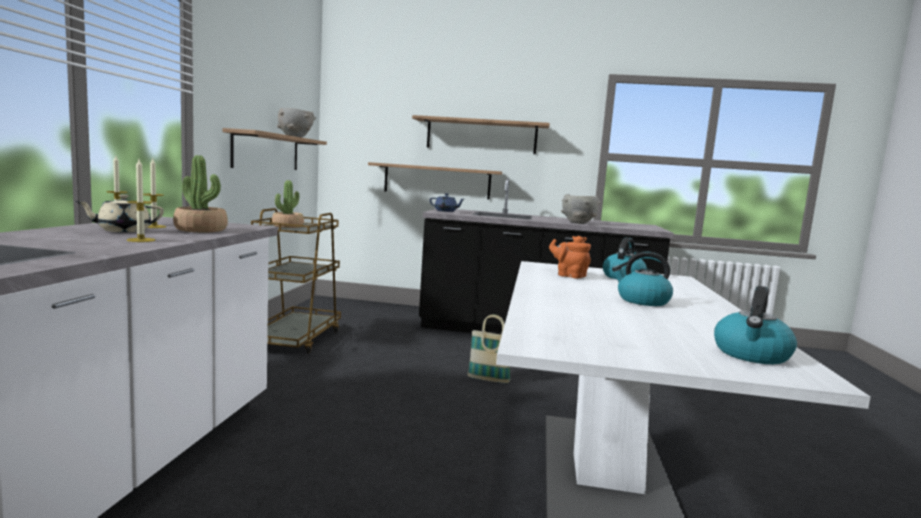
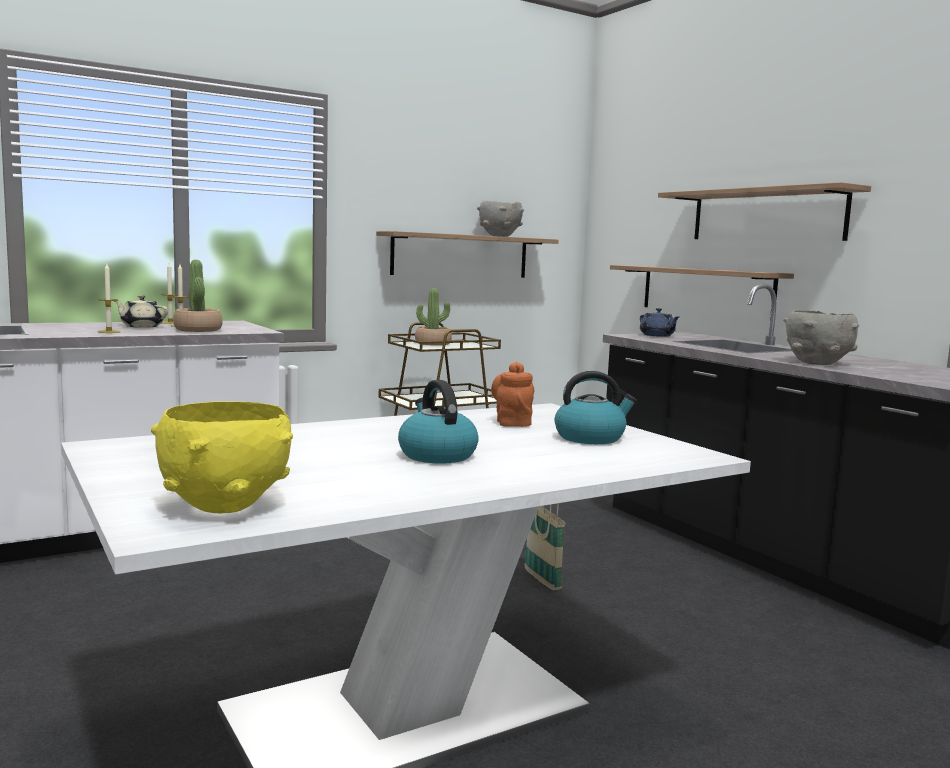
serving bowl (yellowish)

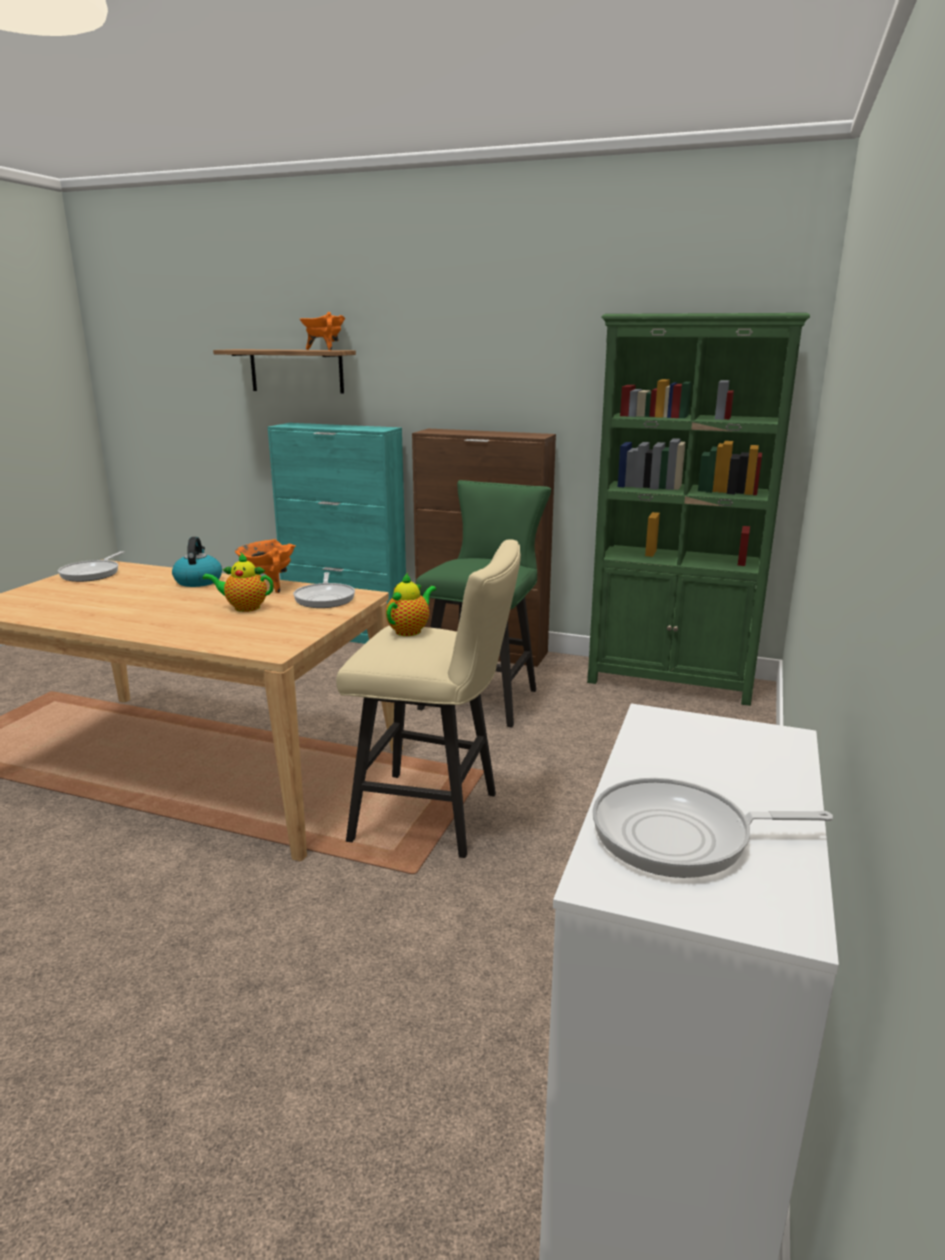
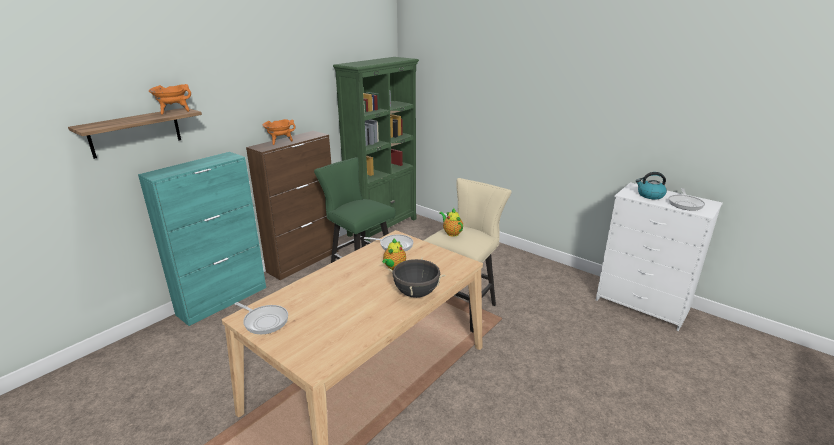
tea kettle; saucepot (orange) (2nd from left); saucepot (black-coloured)

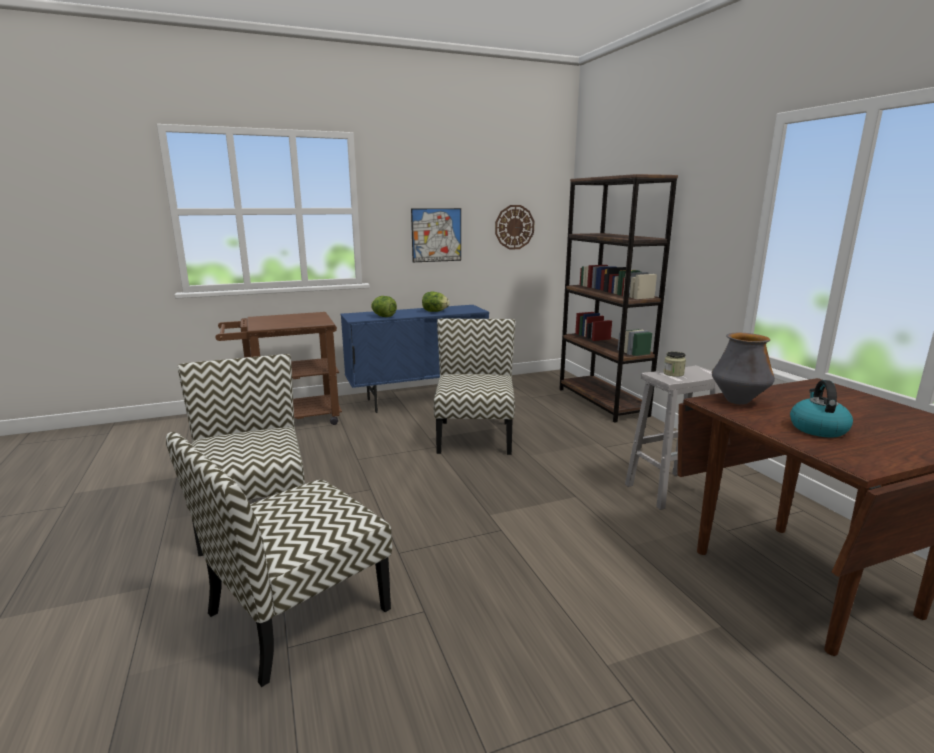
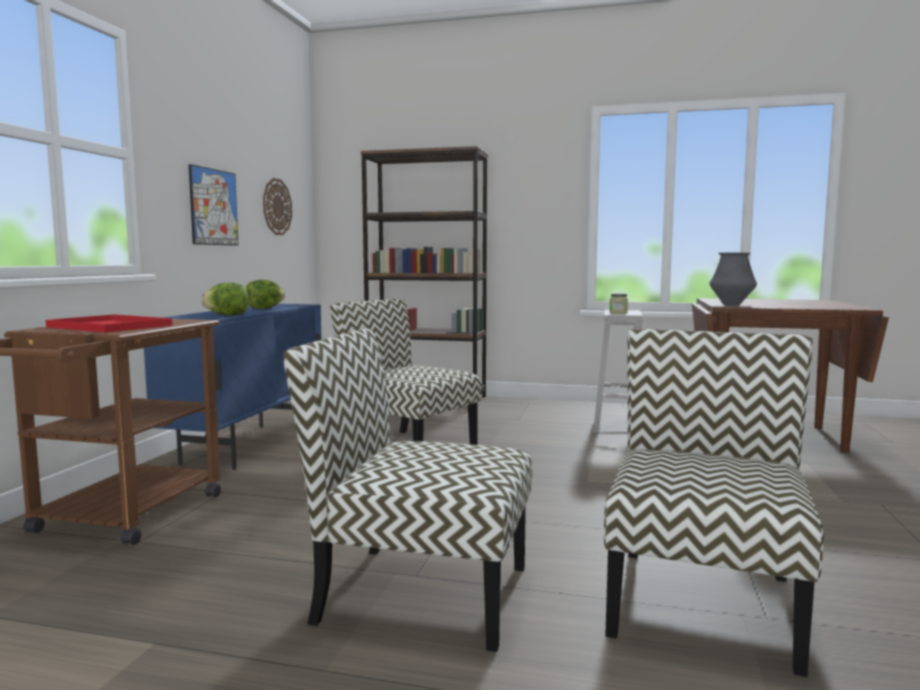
tea kettle; chair (3rd from left); tray (red)

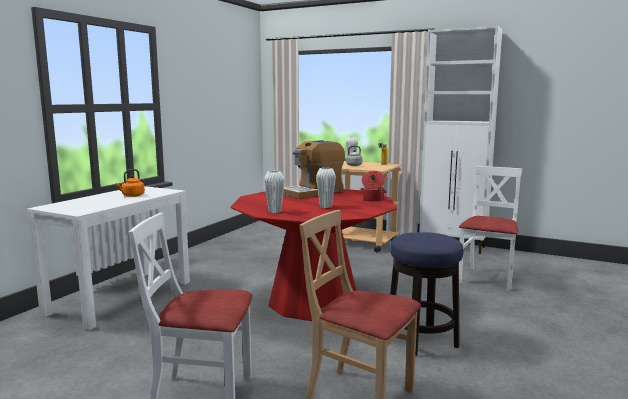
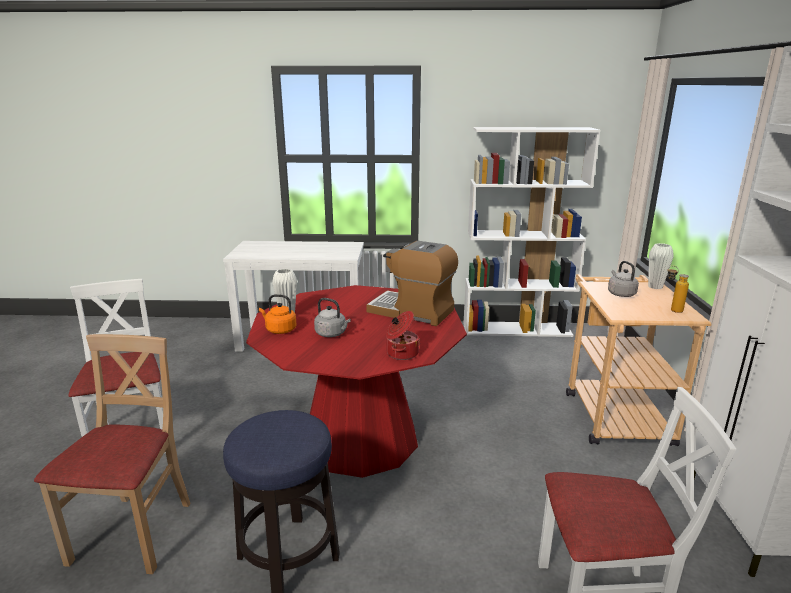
tea kettle (grey) (1st from left); tea kettle (orange); bookshelf (whitish)

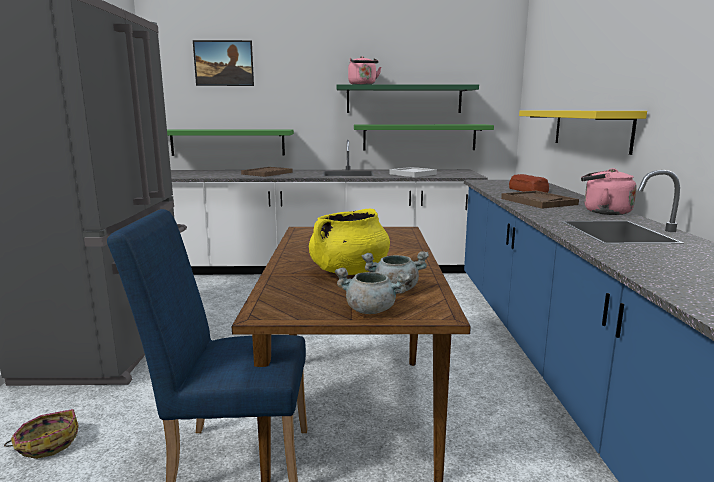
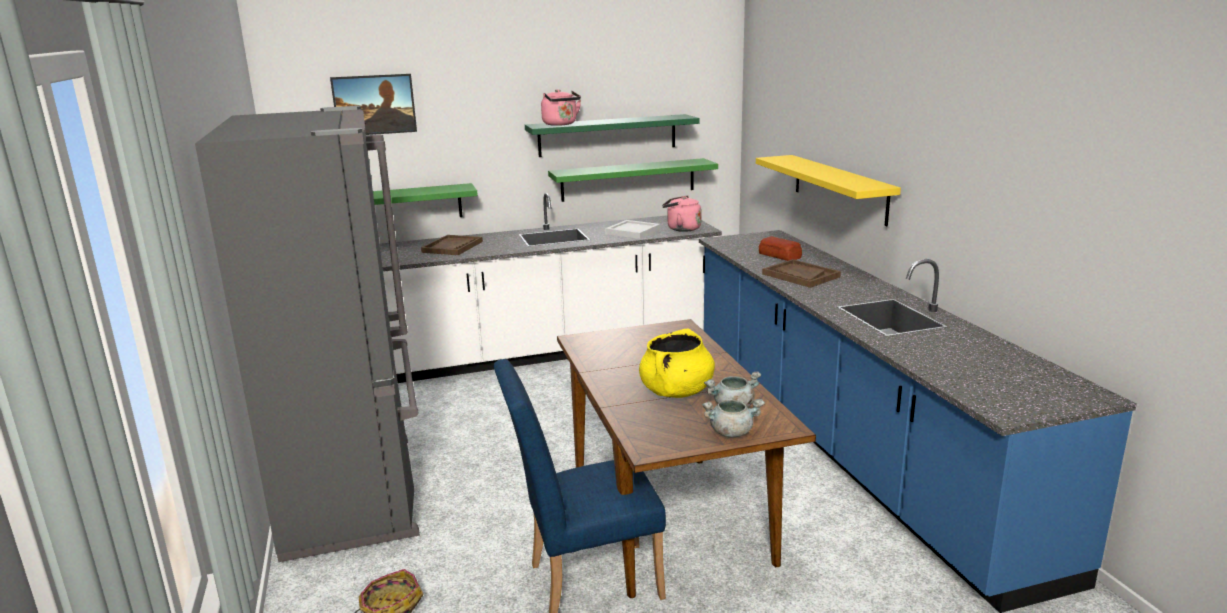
tea kettle (pinkish) (2nd from left)

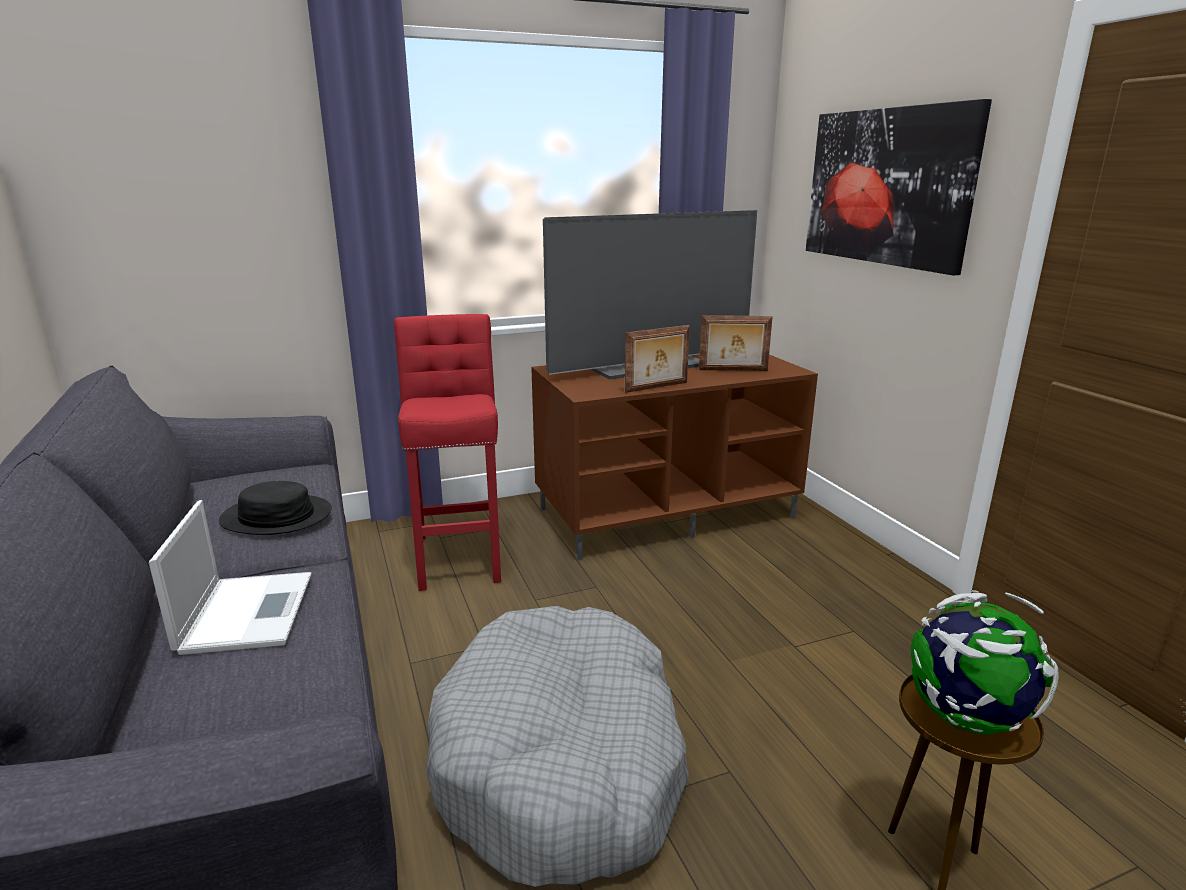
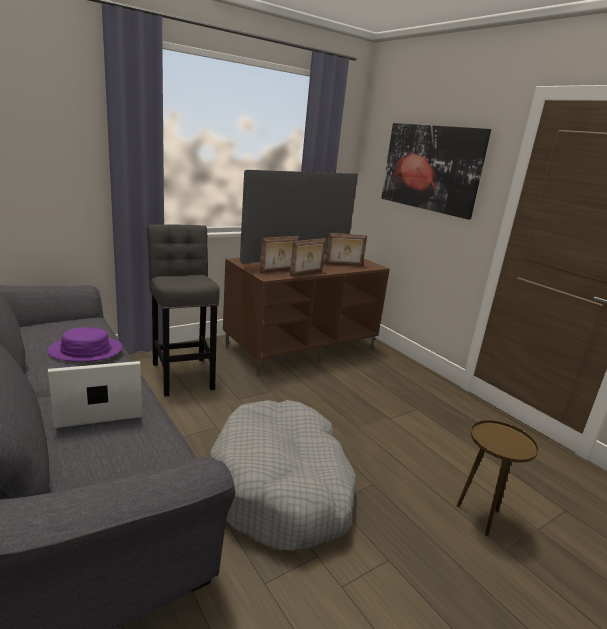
stool seat (grey); hat (purplish); portable computer; desk globe; picture frame (1st from left)

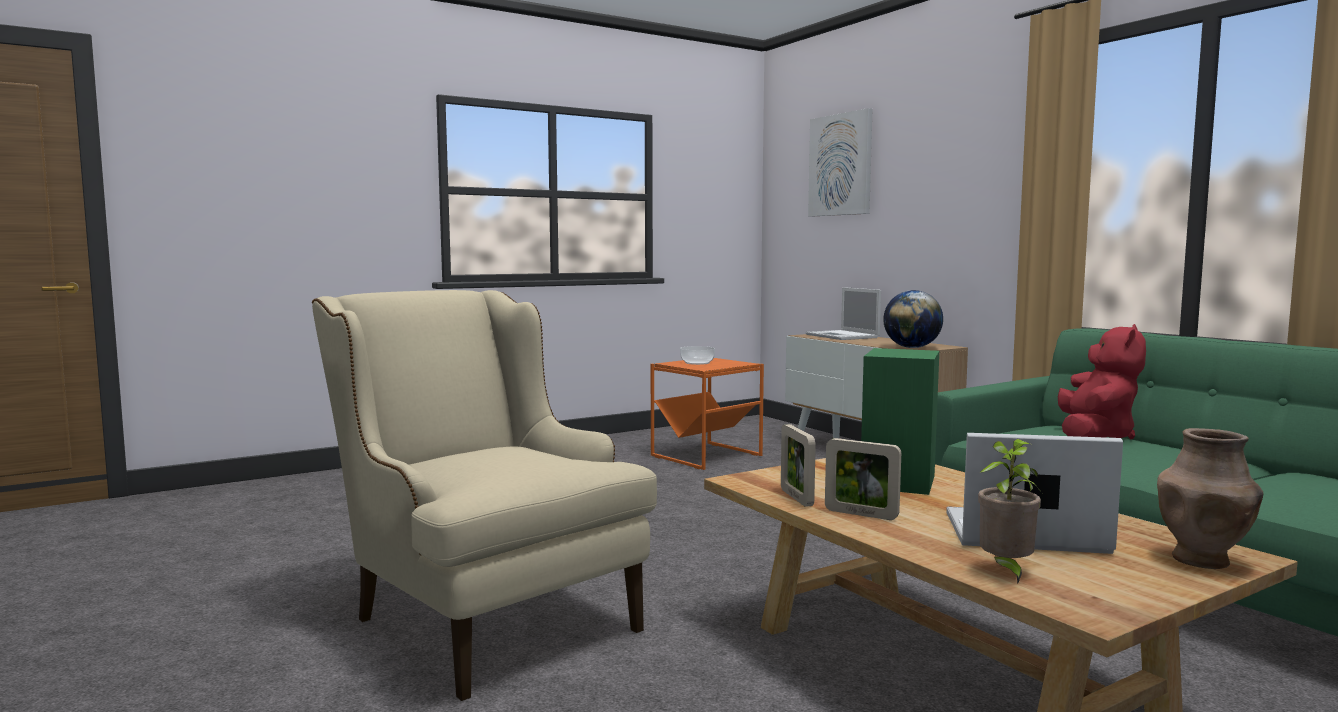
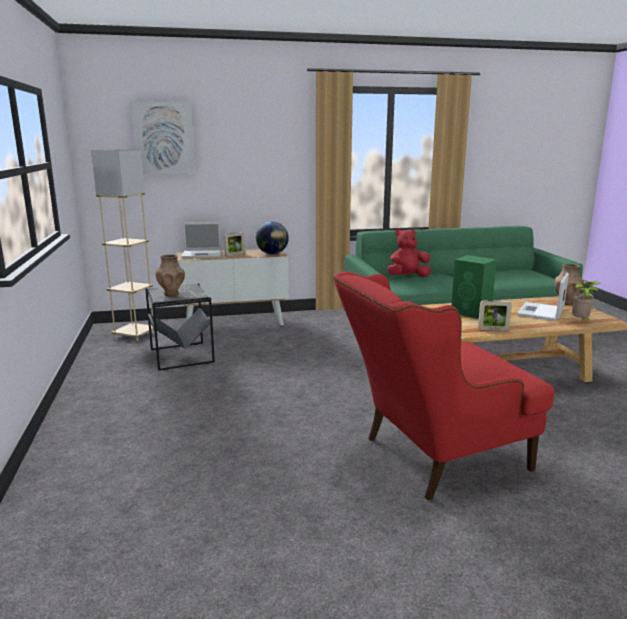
armchair (red); cuddly toy (red); flower vase (brownish) (1st from left); end table (black-coloured); picture frame (1st from left); standard lamp (beige-coloured)

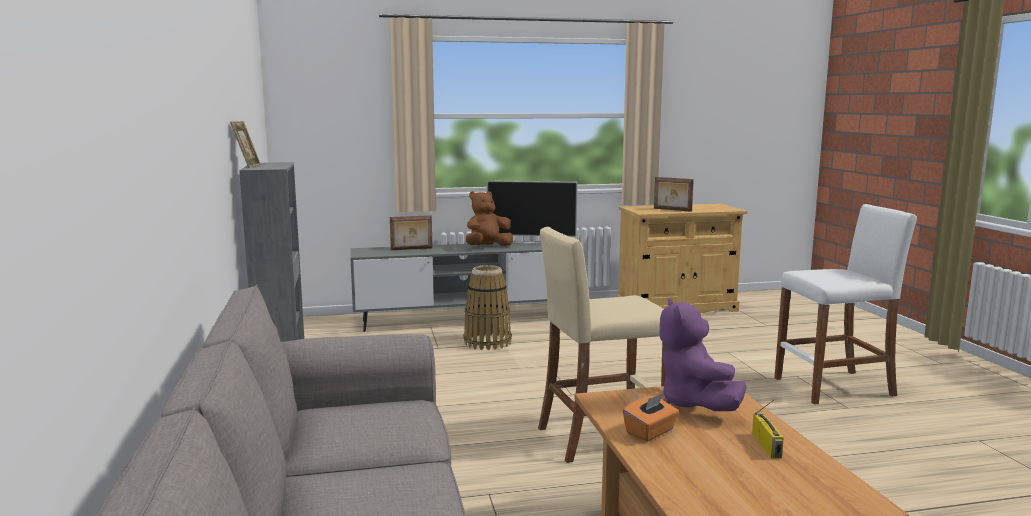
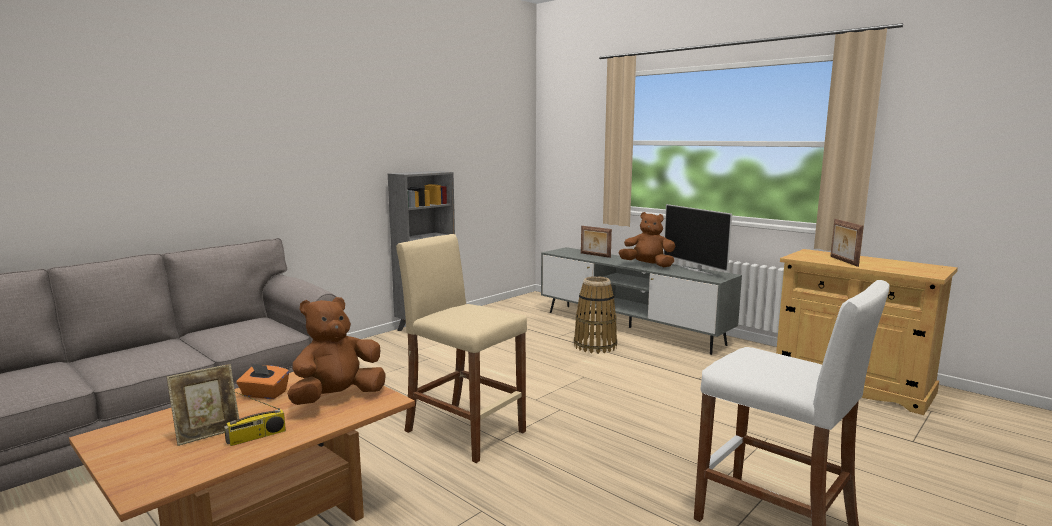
picture frame (1st from left); cuddly toy (brownish) (1st from left)

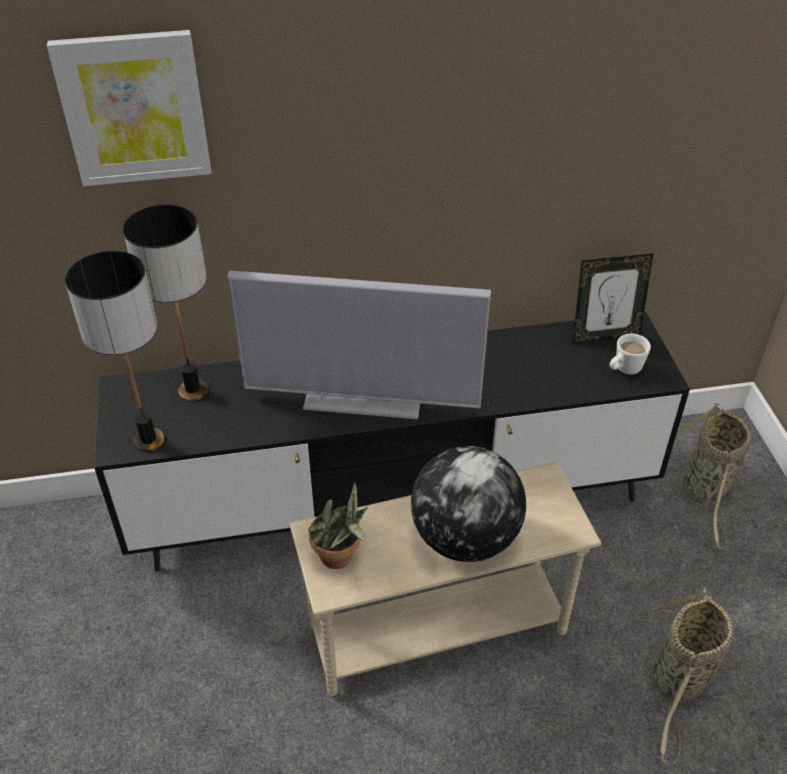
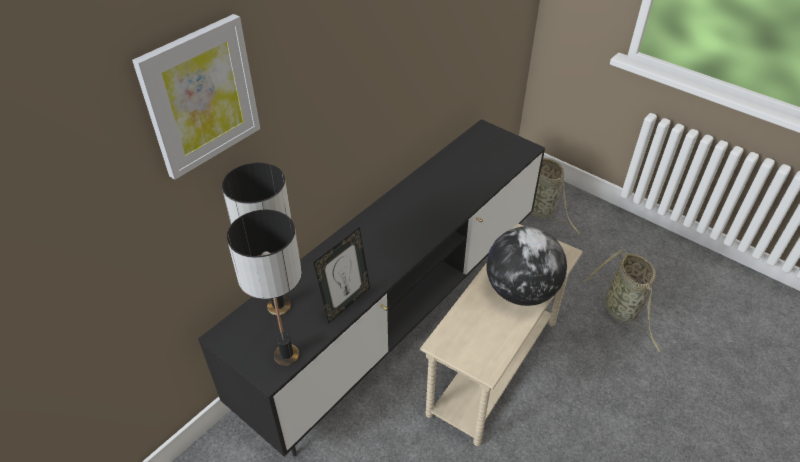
picture frame; TV; coffee mug (whitish); houseplant

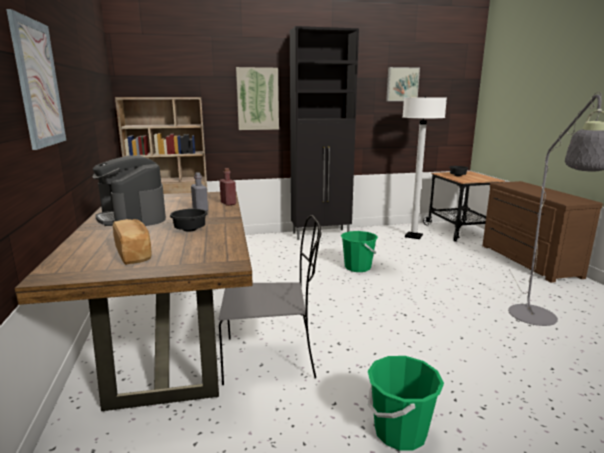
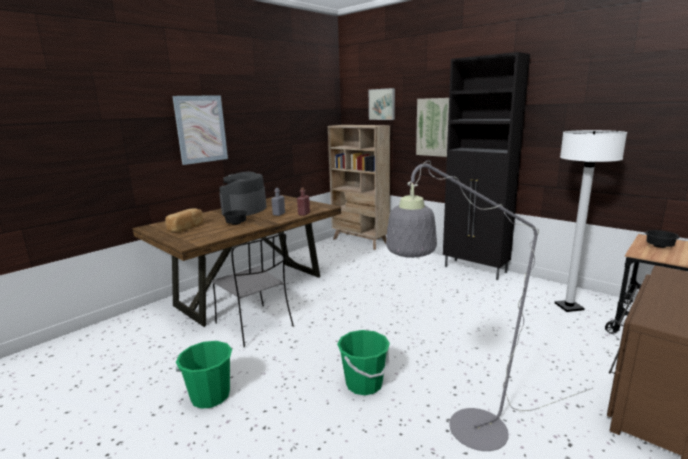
wall picture (2nd from left); water bucket (greenish) (2nd from left)

